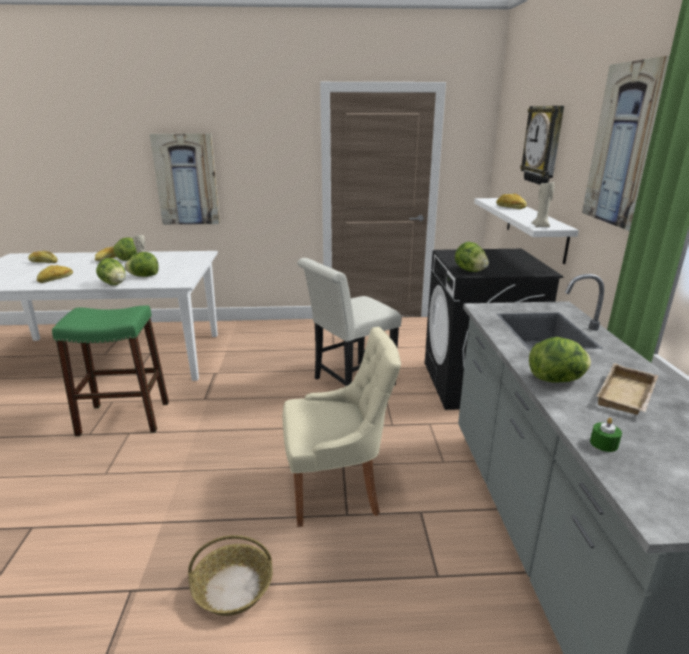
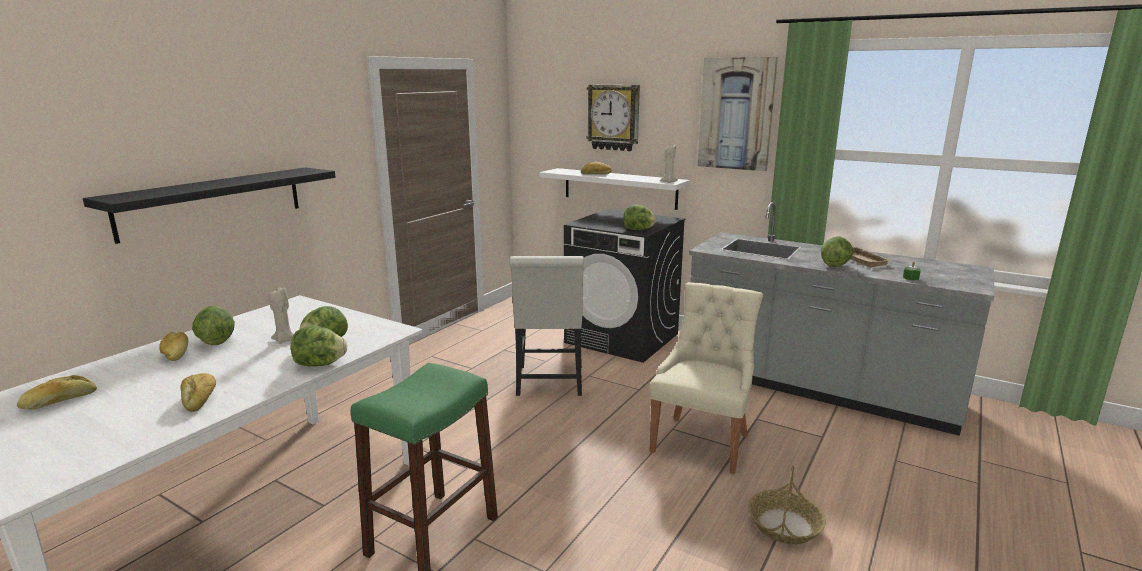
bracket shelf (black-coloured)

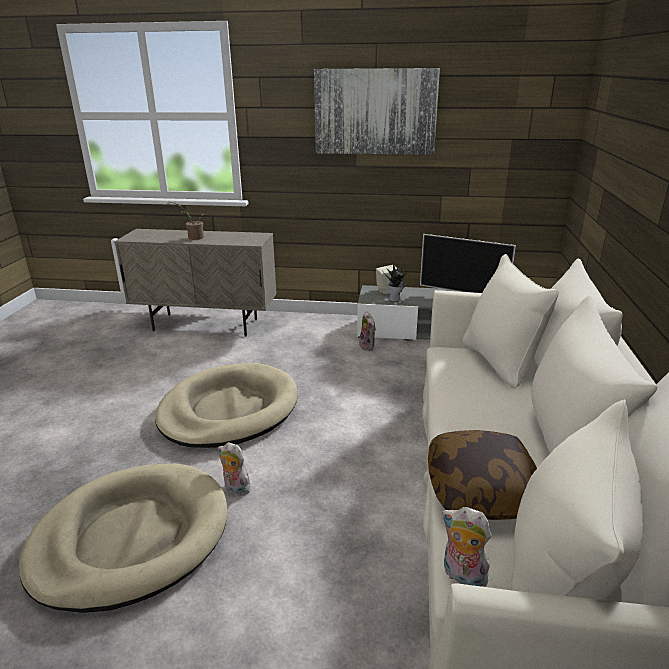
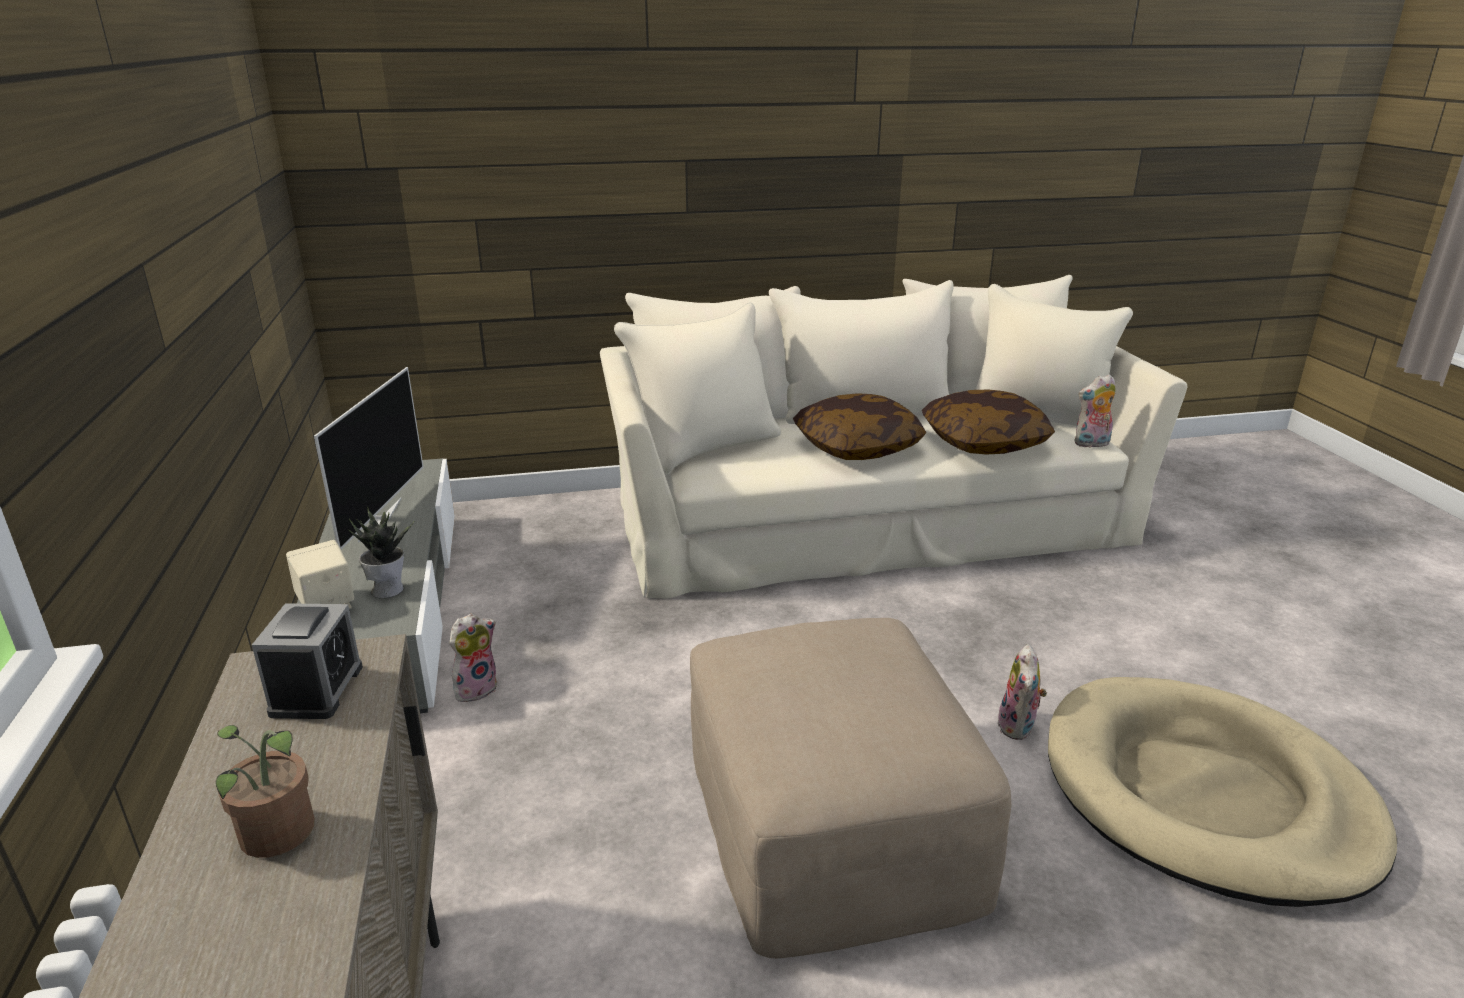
wall picture; footrest (beige-coloured); cuddly toy (3rd from left); throw pillow (1st from left); alarm clock

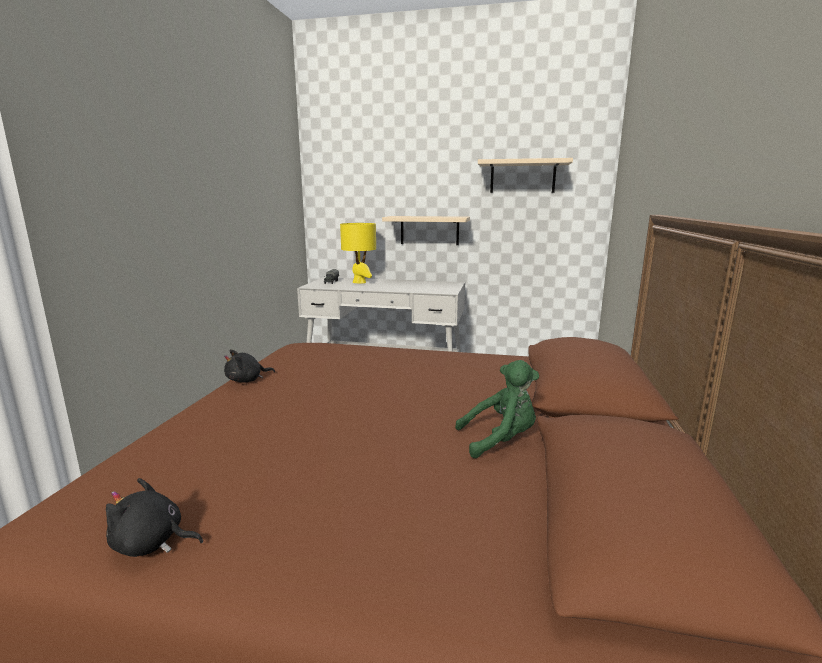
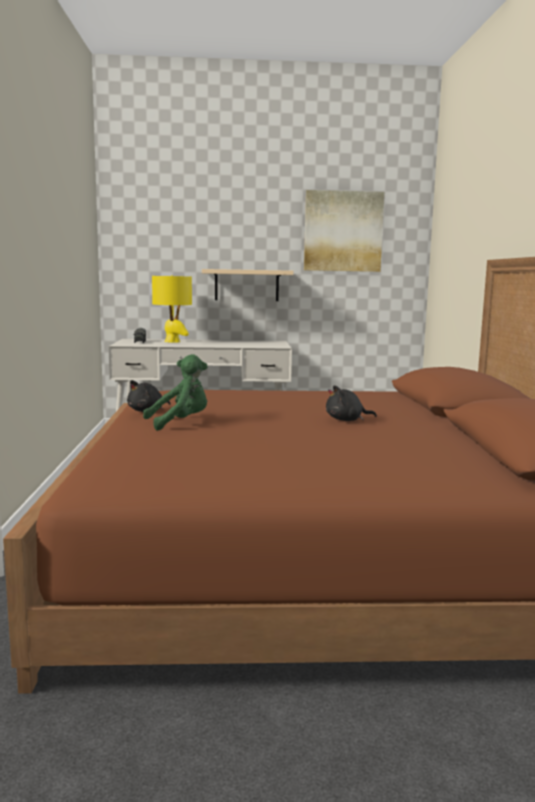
wall picture; cuddly toy (greenish); cuddly toy (black-coloured) (2nd from left)

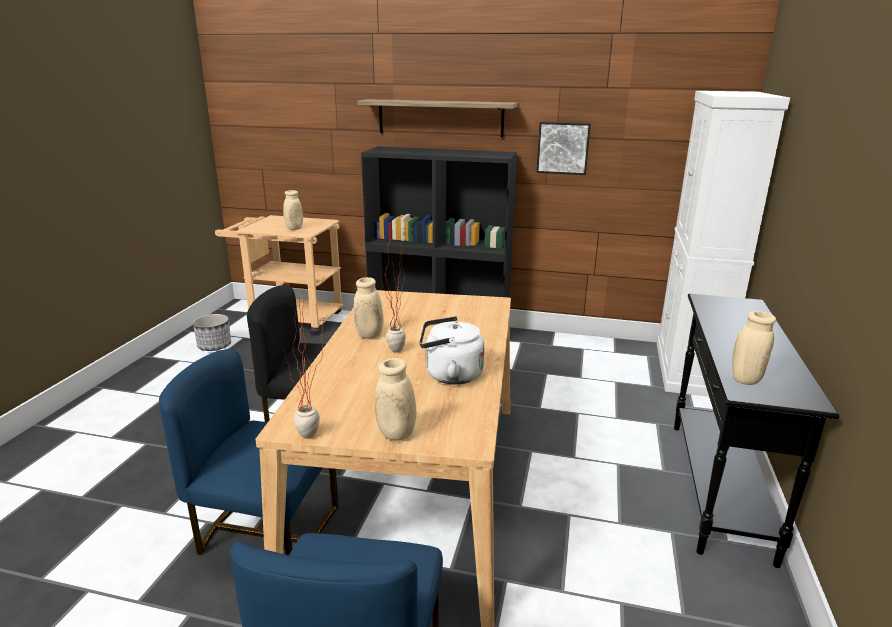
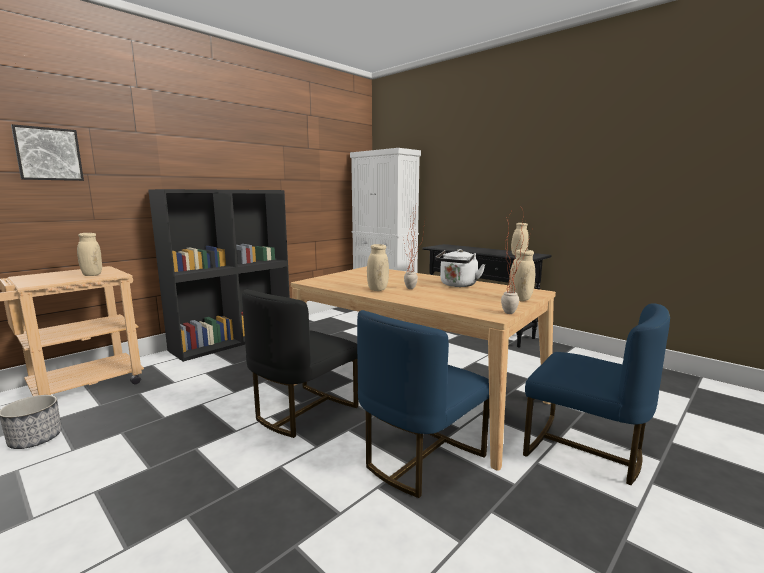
bracket shelf; wall picture

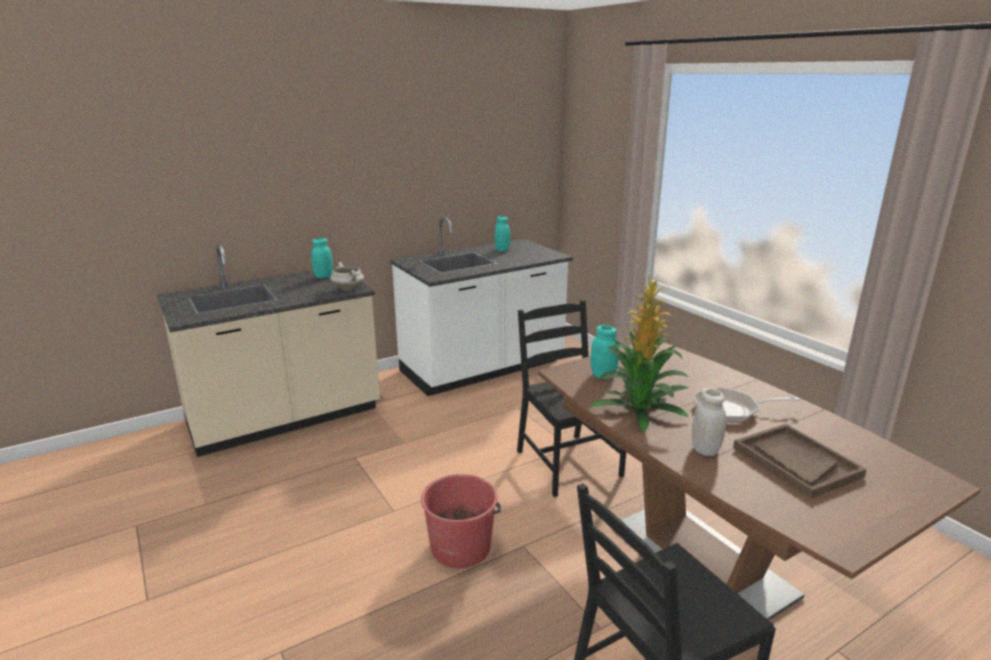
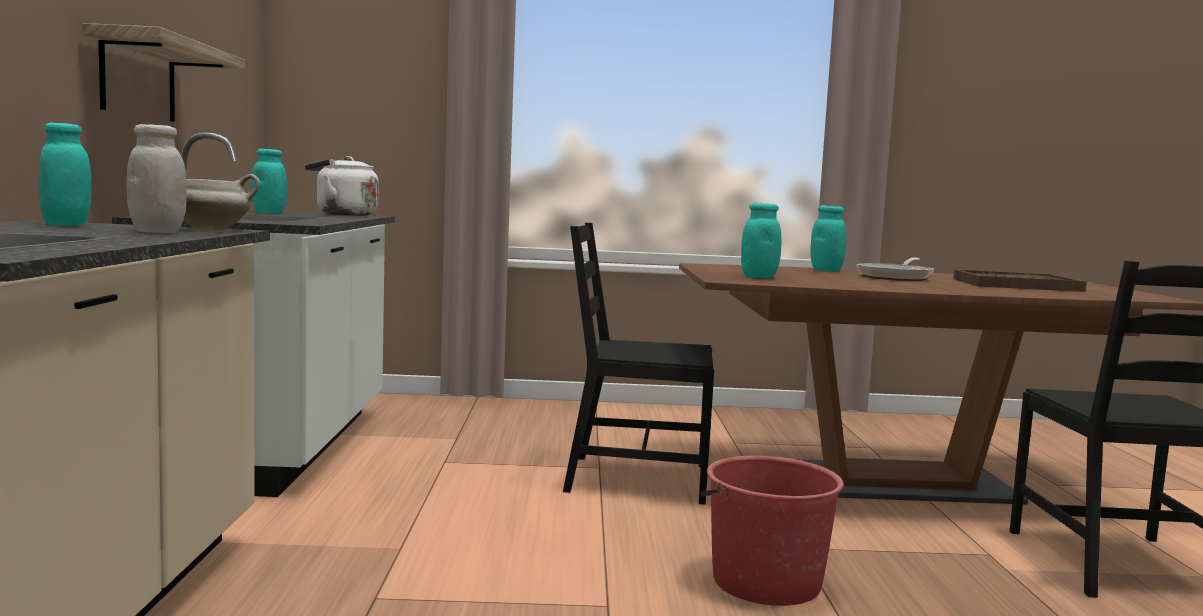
houseplant; storage jar (whitish); bracket shelf; tea kettle (whitish); storage jar (blue-green) (4th from left)

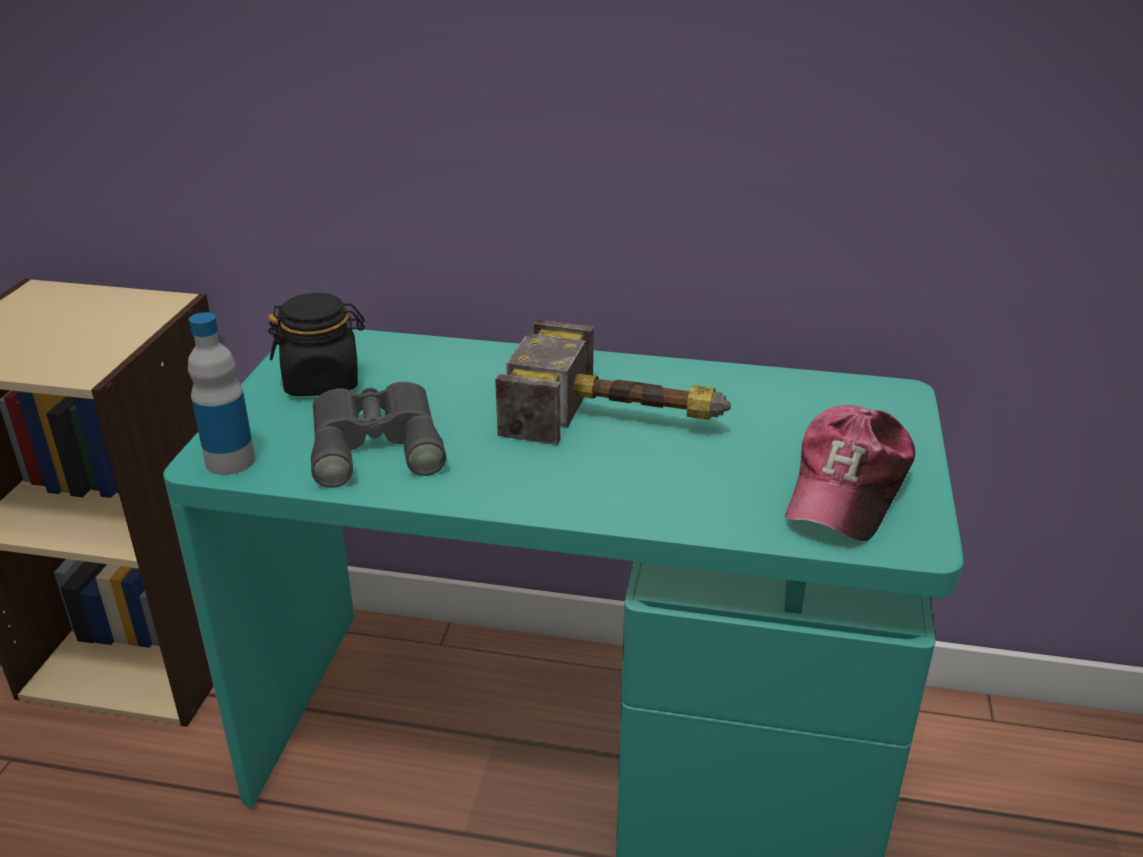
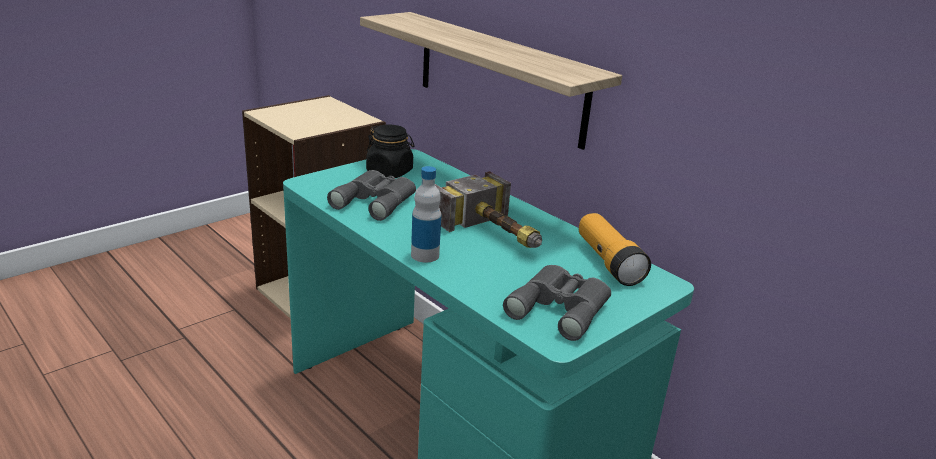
drink bottle; field glasses (grey) (2nd from left); bracket shelf; hand torch

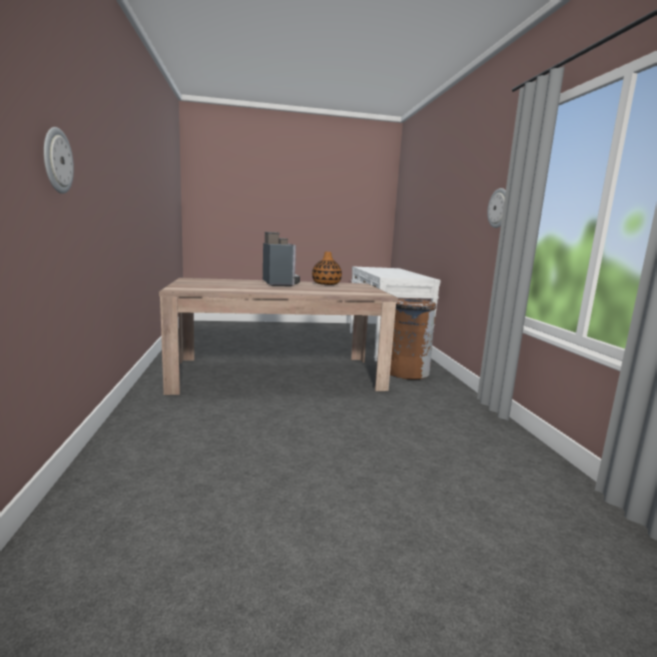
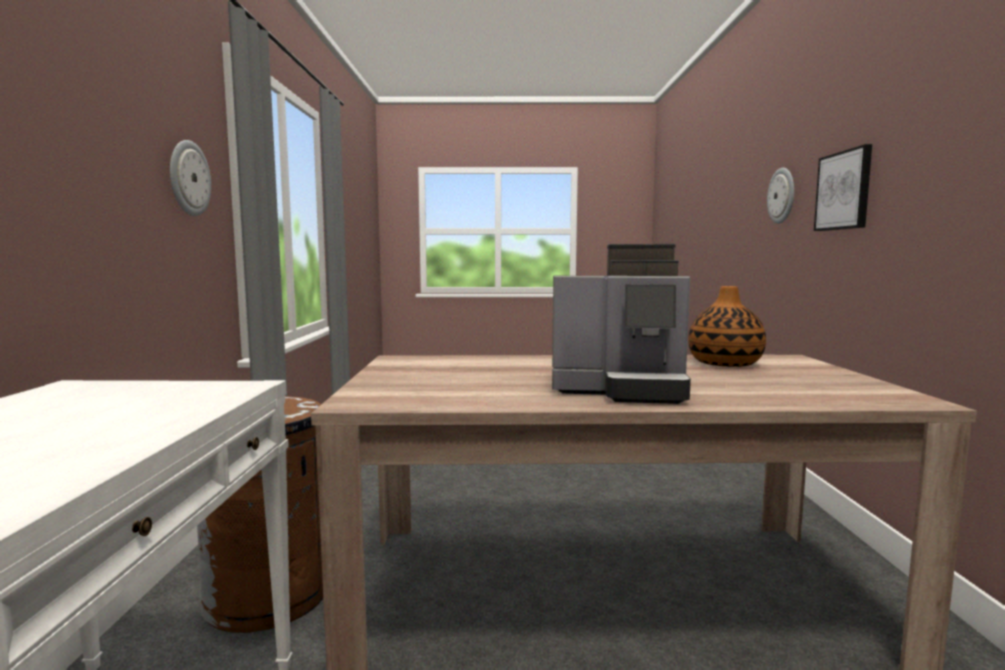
coffee machine; flower vase; wall picture

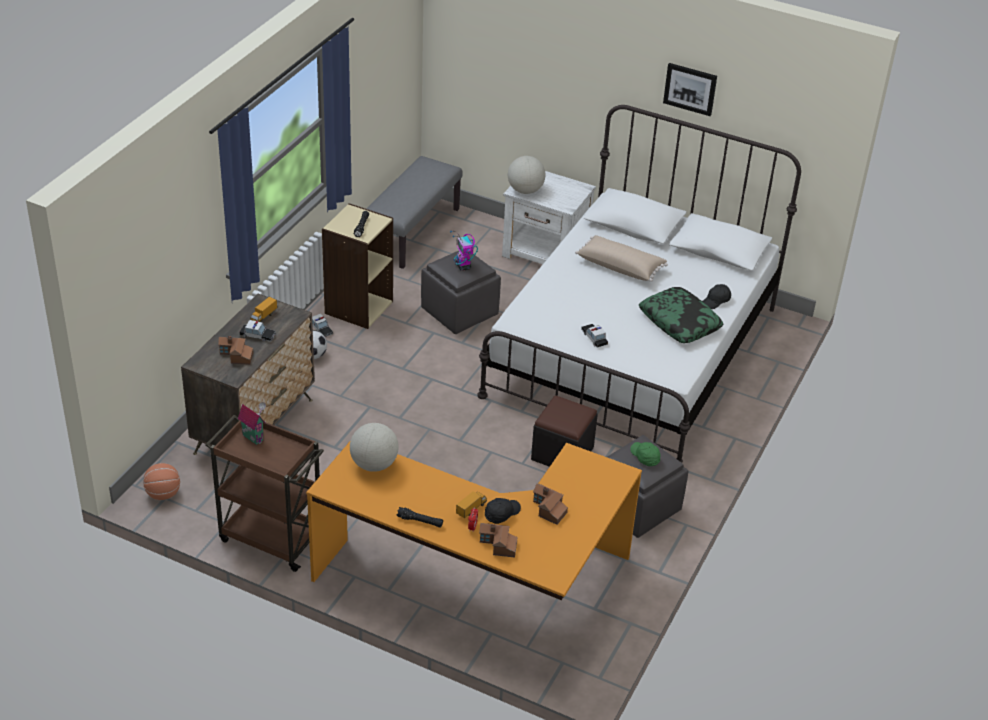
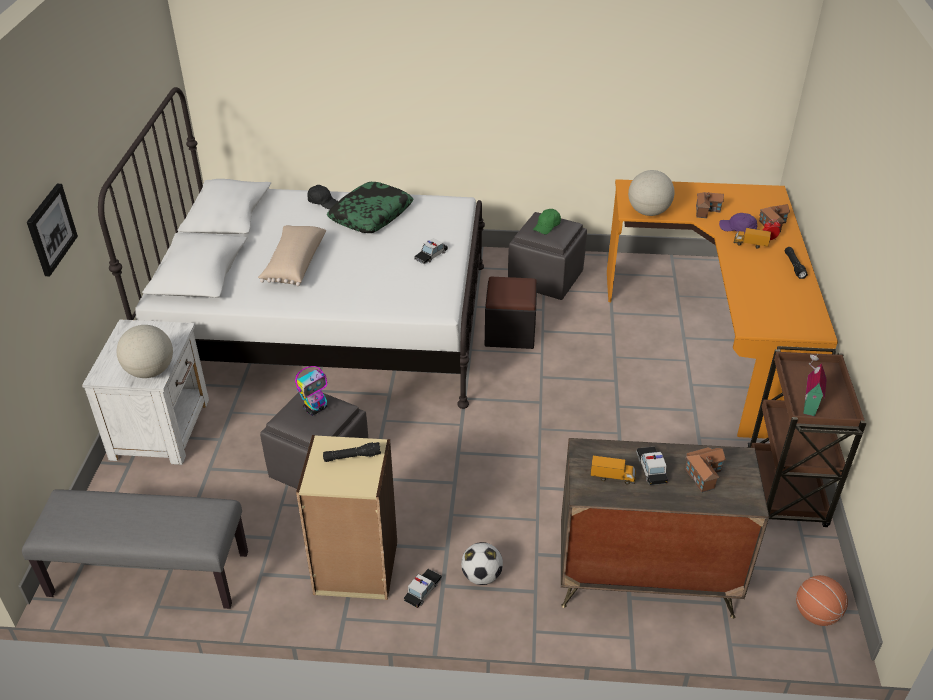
wall picture; desk globe (2nd from left); cap (purplish)

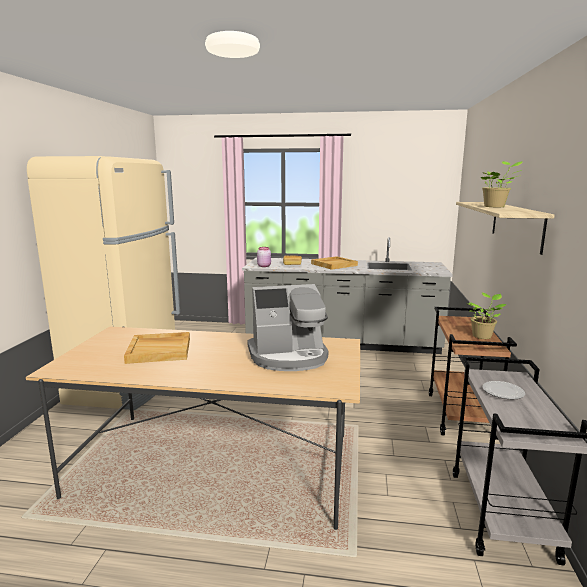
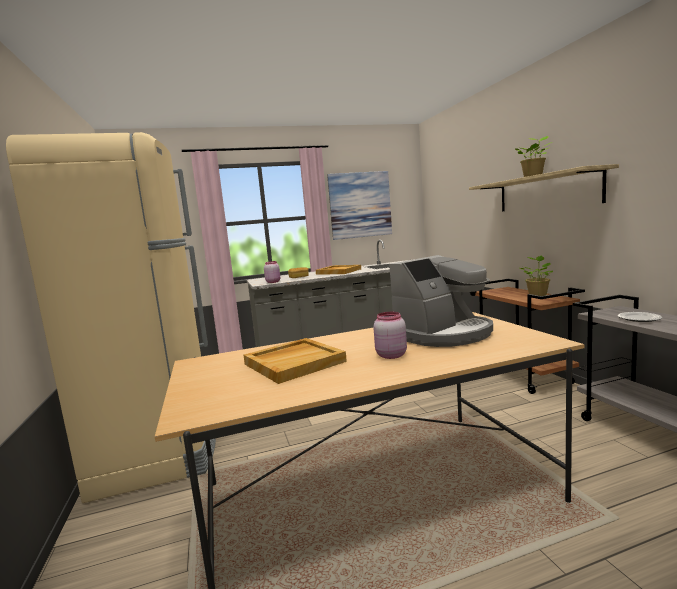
wall picture; storage jar (pinkish) (2nd from left)

